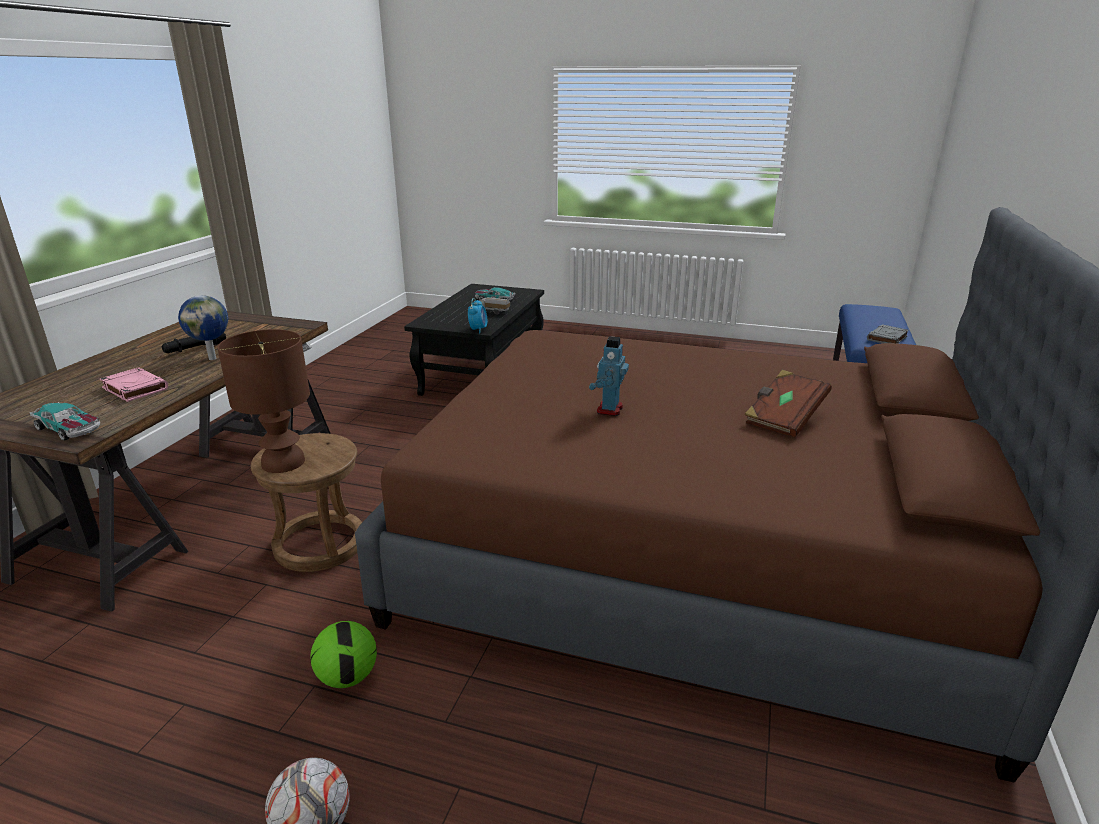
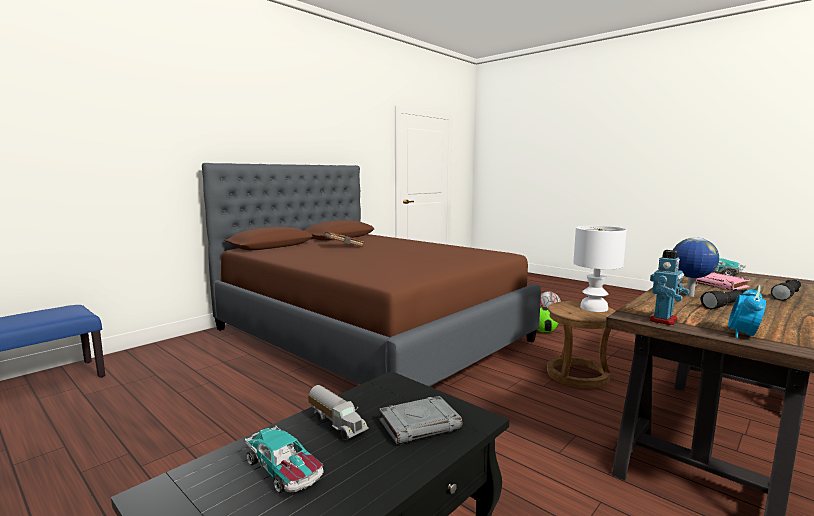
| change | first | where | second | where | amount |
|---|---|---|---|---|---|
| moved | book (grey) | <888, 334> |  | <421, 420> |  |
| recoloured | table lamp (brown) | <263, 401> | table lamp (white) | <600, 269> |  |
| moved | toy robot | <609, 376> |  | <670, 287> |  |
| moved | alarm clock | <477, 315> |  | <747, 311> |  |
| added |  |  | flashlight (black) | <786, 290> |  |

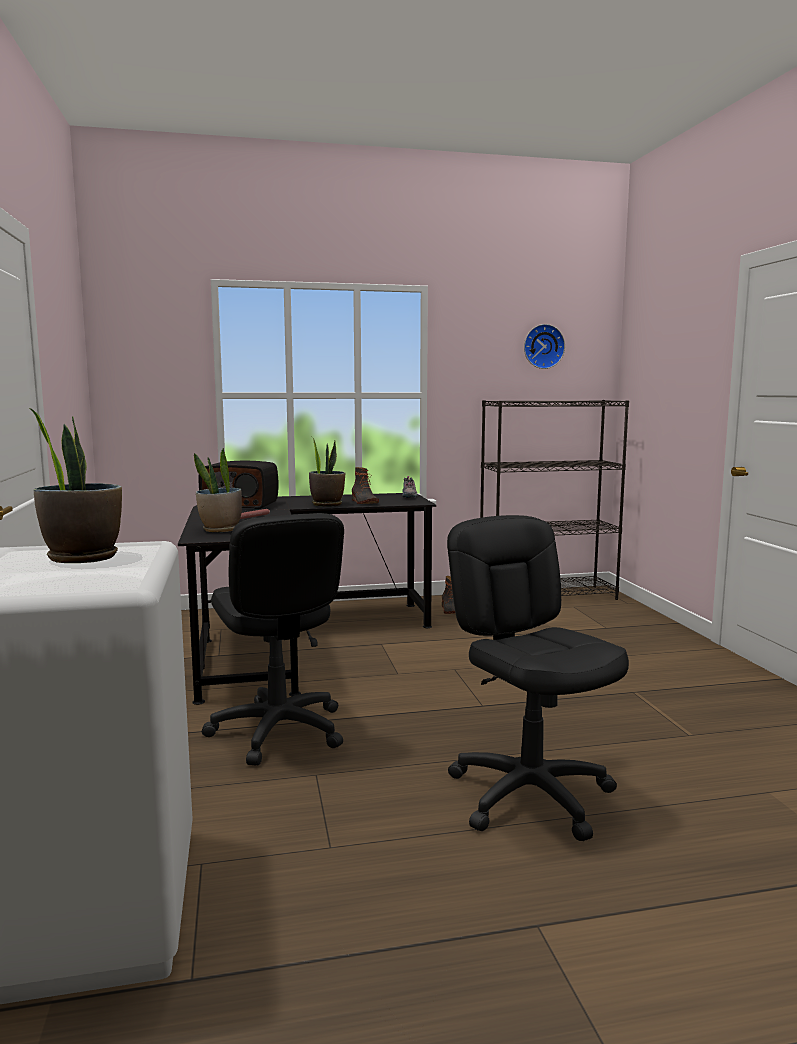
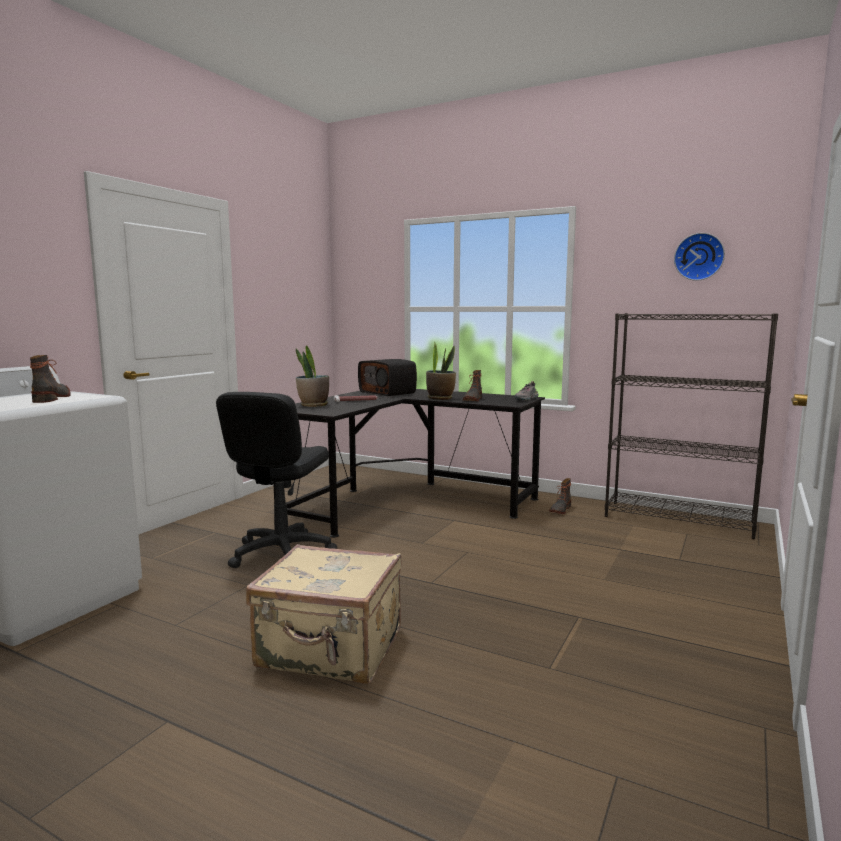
| change | first | where | second | where | amount |
|---|---|---|---|---|---|
| replaced | potted plant | <76, 485> | boot | <50, 379> |  |
| replaced | office chair (black) | <538, 678> | suitcase (beige) | <324, 614> |  |

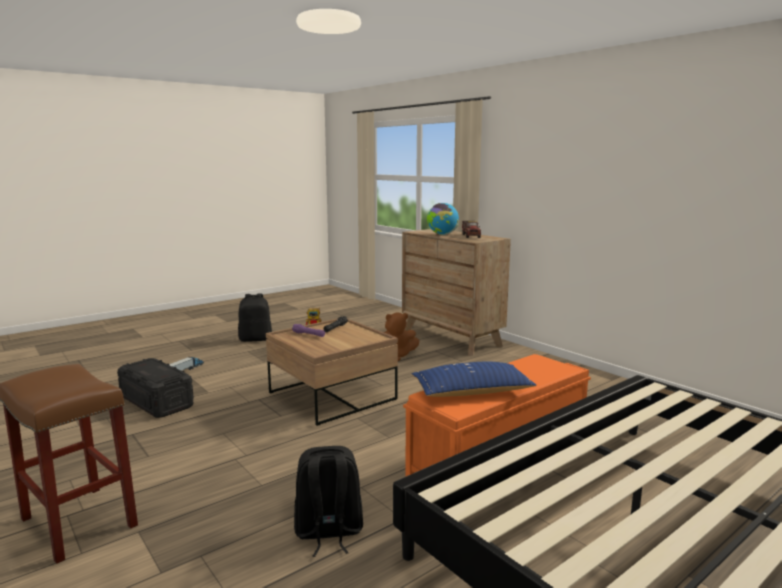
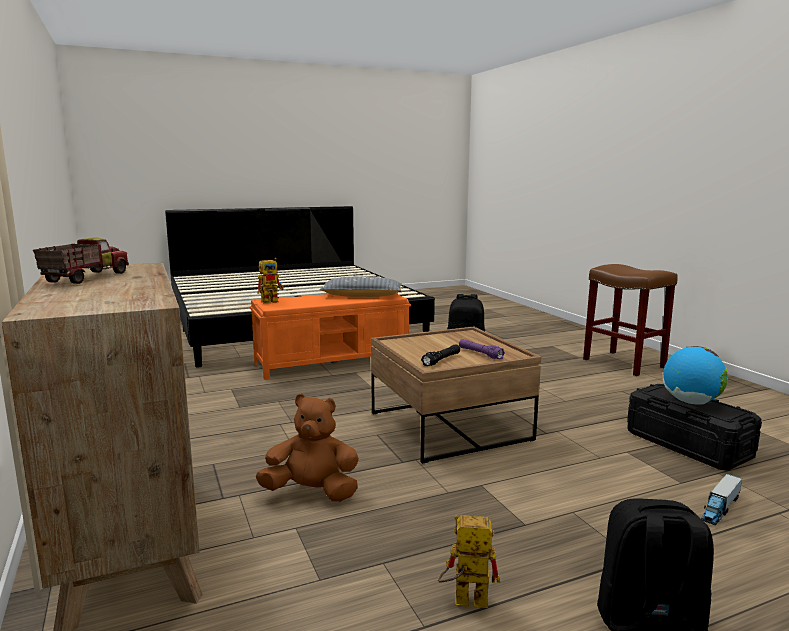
| change | first | where | second | where | amount |
|---|---|---|---|---|---|
| added |  |  | toy robot | <270, 281> |  |
| recoloured | pillow (blue) | <474, 379> | pillow (grey) | <361, 286> |  |
| moved | globe | <443, 219> |  | <695, 375> |  |

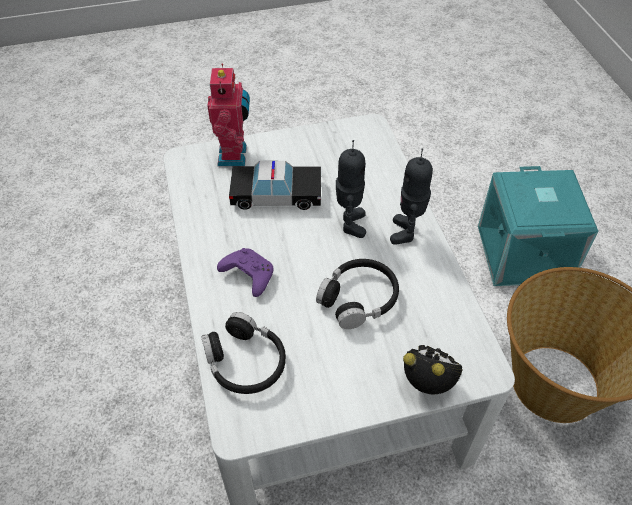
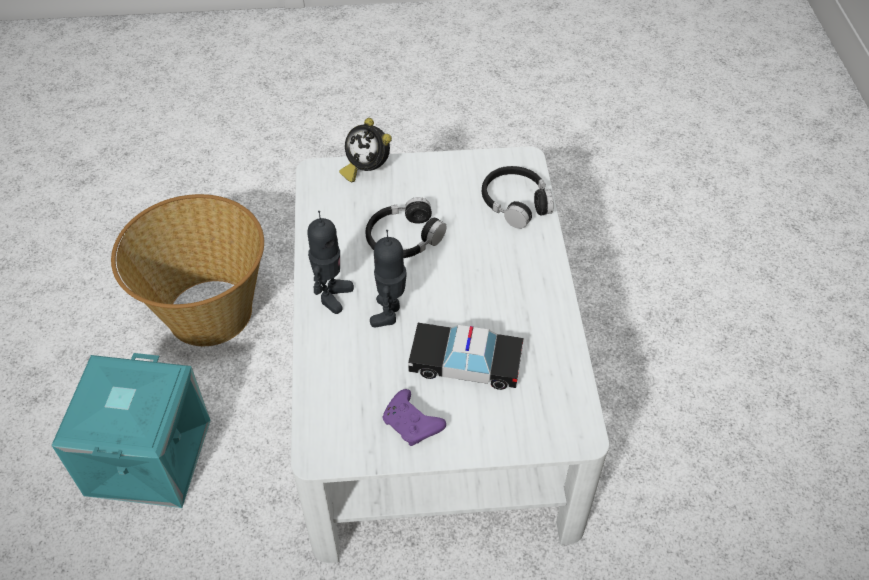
| change | first | where | second | where | amount |
|---|---|---|---|---|---|
| moved | game controller (purple) | <245, 272> |  | <414, 417> |  |
| removed | toy robot | <229, 114> |  |  |  |

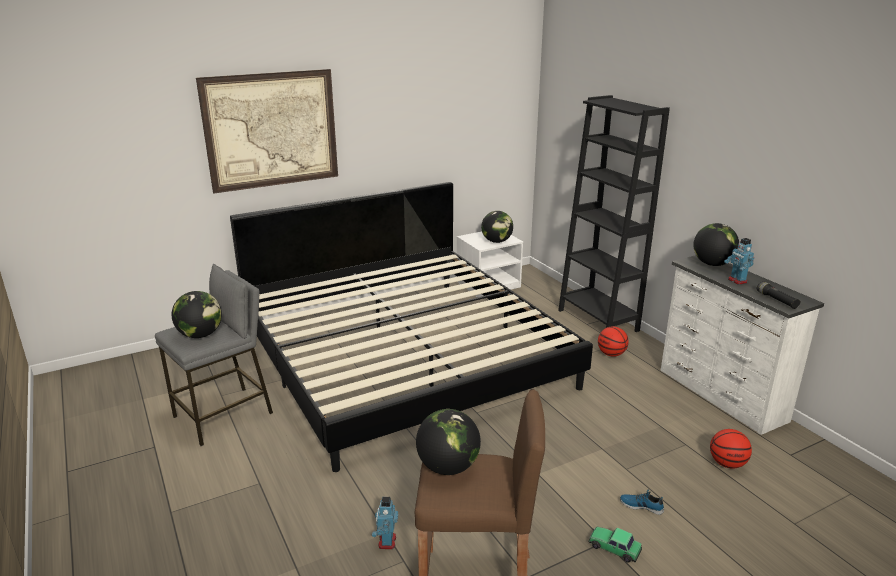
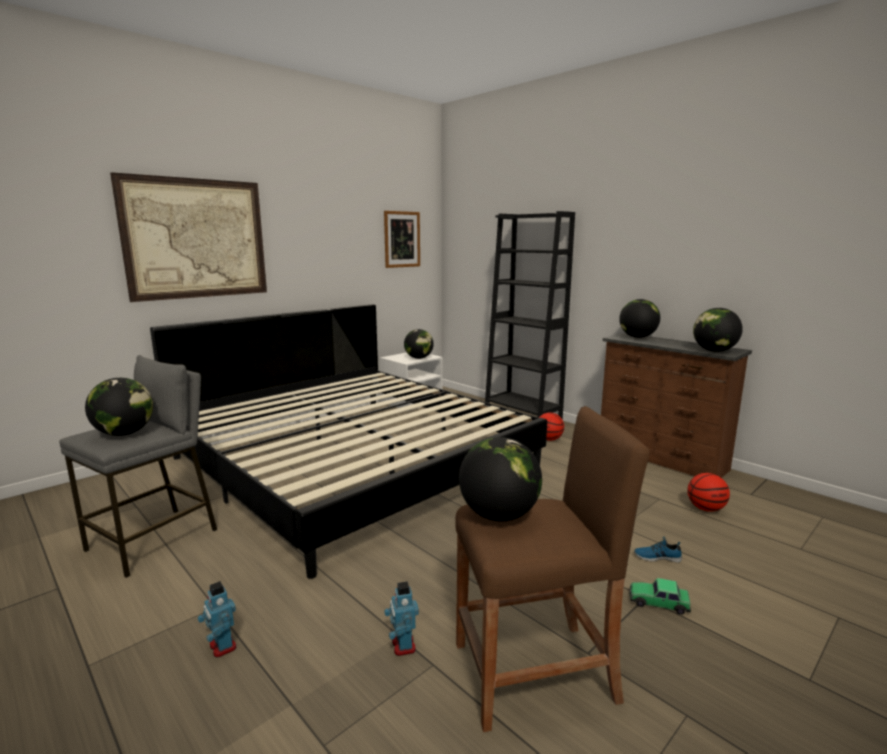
| change | first | where | second | where | amount |
|---|---|---|---|---|---|
| moved | toy robot | <739, 261> |  | <217, 619> |  |
| added |  |  | picture | <402, 239> |  |
| recoloured | dresser (white) | <742, 345> | dresser (brown) | <676, 405> |  |
| replaced | flashlight (black) | <779, 295> | globe | <718, 330> |  |

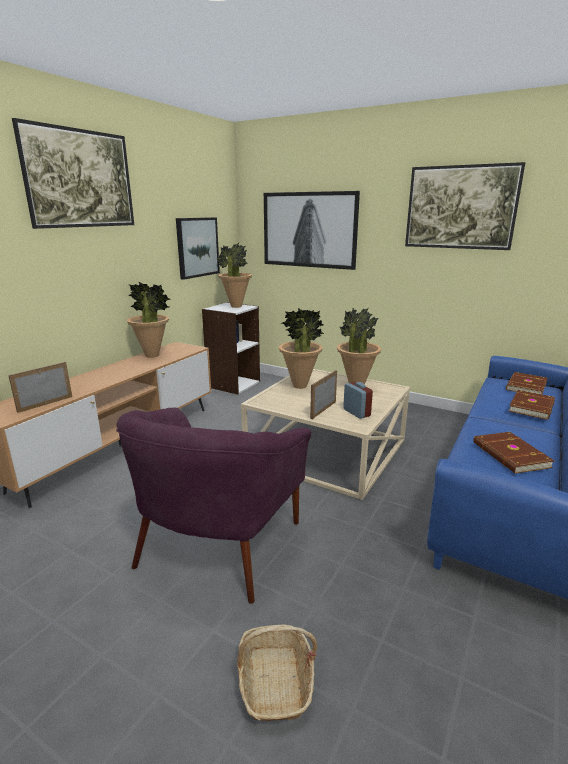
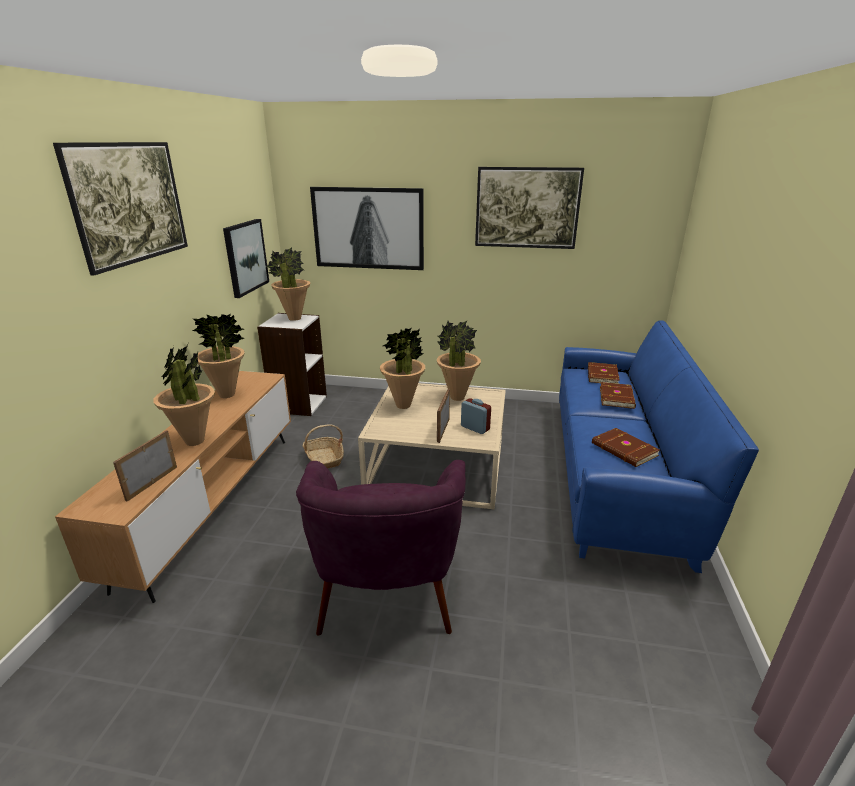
| change | first | where | second | where | amount |
|---|---|---|---|---|---|
| added |  |  | potted plant | <184, 395> |  |
| moved | basket | <277, 673> |  | <323, 446> |  |

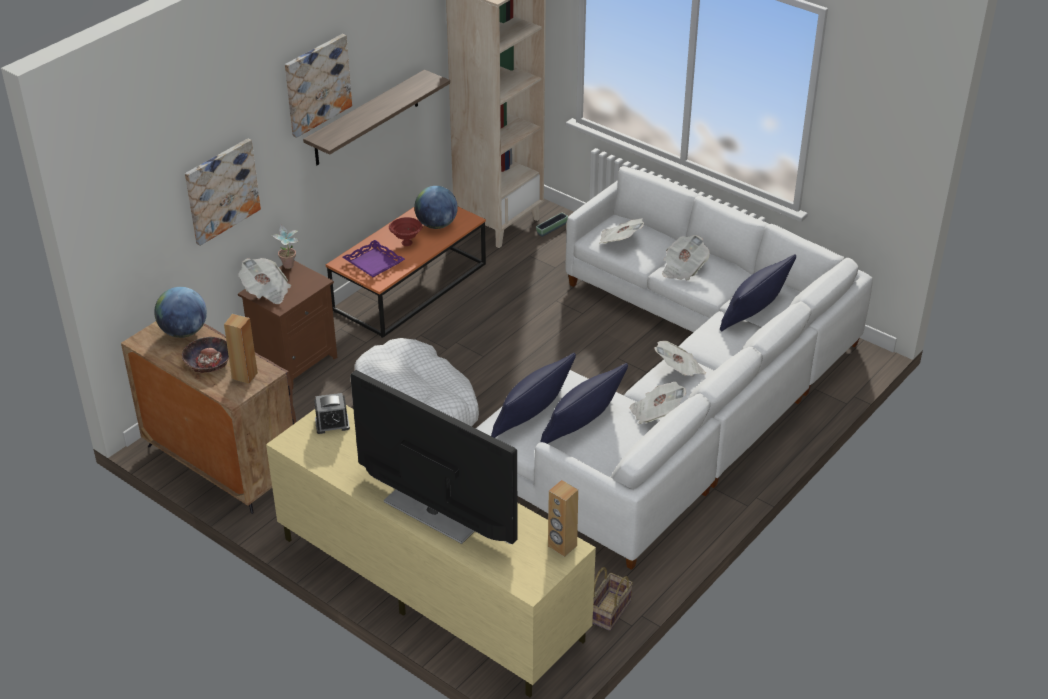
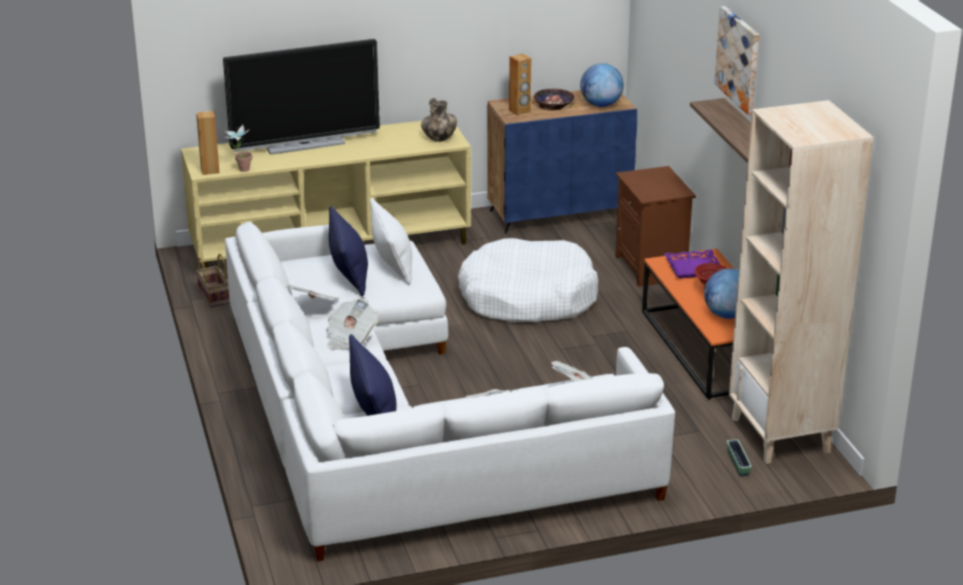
| change | first | where | second | where | amount |
|---|---|---|---|---|---|
| moved | potted plant | <285, 246> |  | <238, 148> |  |
| recoloured | pillow (blue) | <533, 395> | pillow (white) | <391, 241> |  |
| replaced | alarm clock | <332, 413> | vase | <439, 120> |  |
| recoloured | cabinet (brown) | <208, 417> | cabinet (blue) | <562, 162> |  |
| removed | picture | <223, 192> |  |  |  |
| removed | newspaper | <265, 281> |  |  |  |

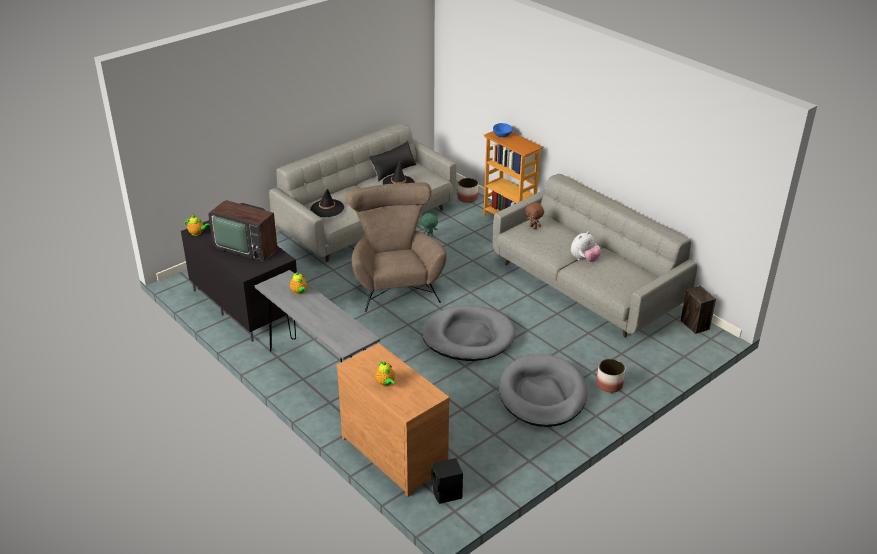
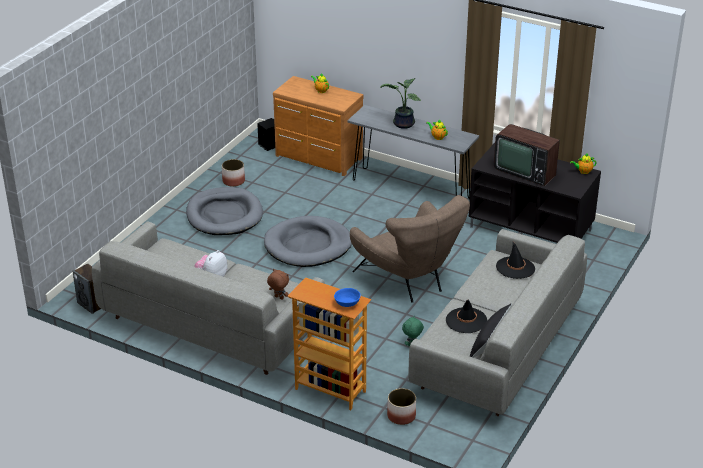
| change | first | where | second | where | amount |
|---|---|---|---|---|---|
| moved | planter | <610, 376> |  | <233, 173> |  |
| added |  |  | potted plant | <401, 103> |  |
| turned | television | <243, 231> |  | <527, 155> | 150 degrees counterclockwise |

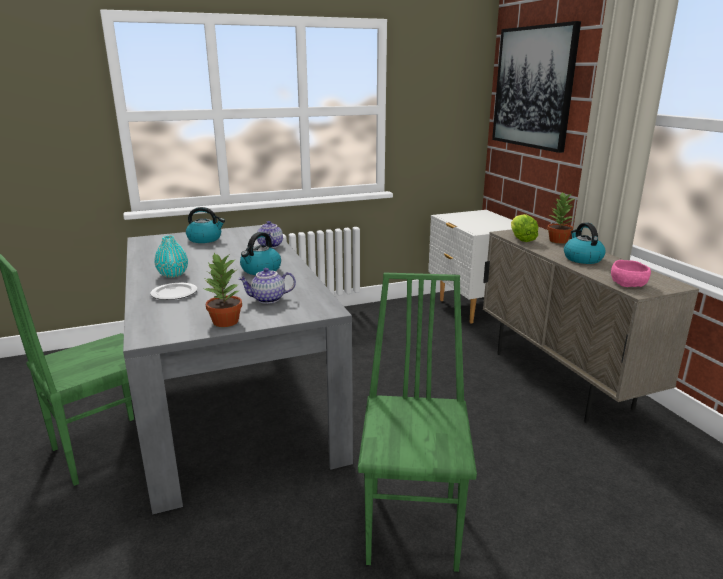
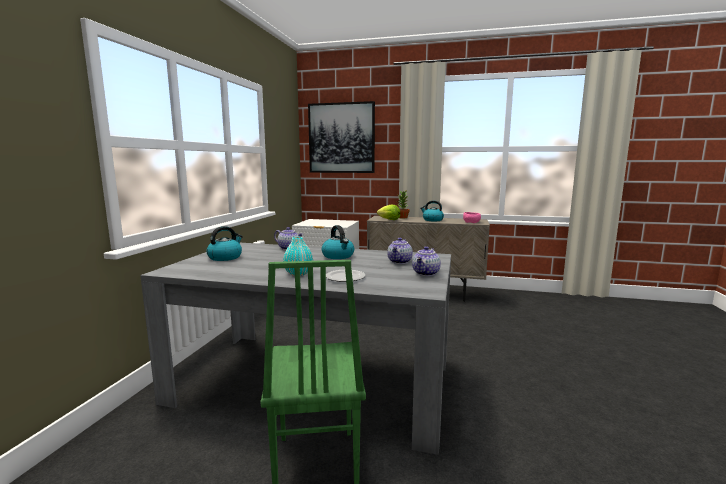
| change | first | where | second | where | amount |
|---|---|---|---|---|---|
| replaced | potted plant | <222, 290> | teapot | <426, 261> |  |
| removed | chair (green) | <417, 422> |  |  |  |

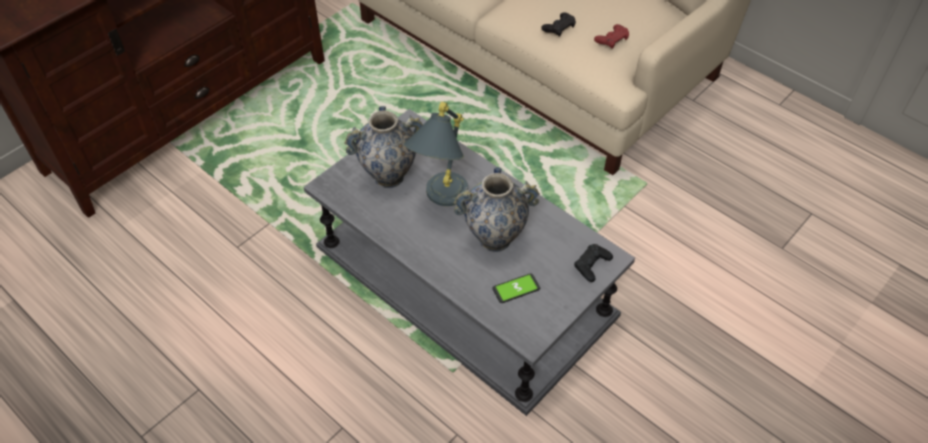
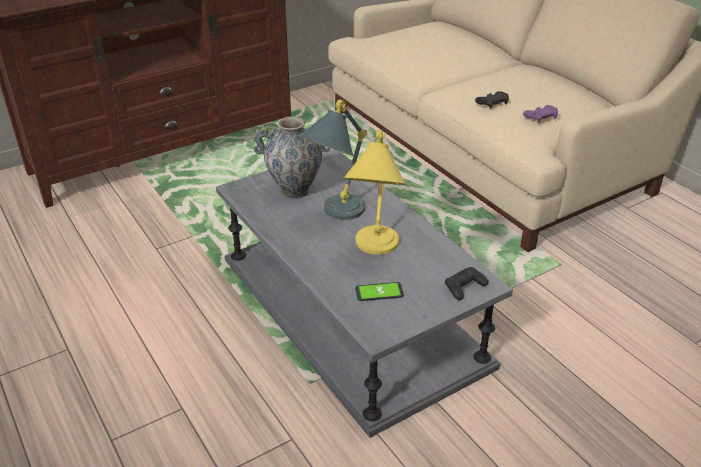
| change | first | where | second | where | amount |
|---|---|---|---|---|---|
| replaced | vase | <496, 209> | table lamp (yellow) | <374, 192> |  |
| recoloured | game controller (red) | <611, 36> | game controller (purple) | <540, 114> |  |

